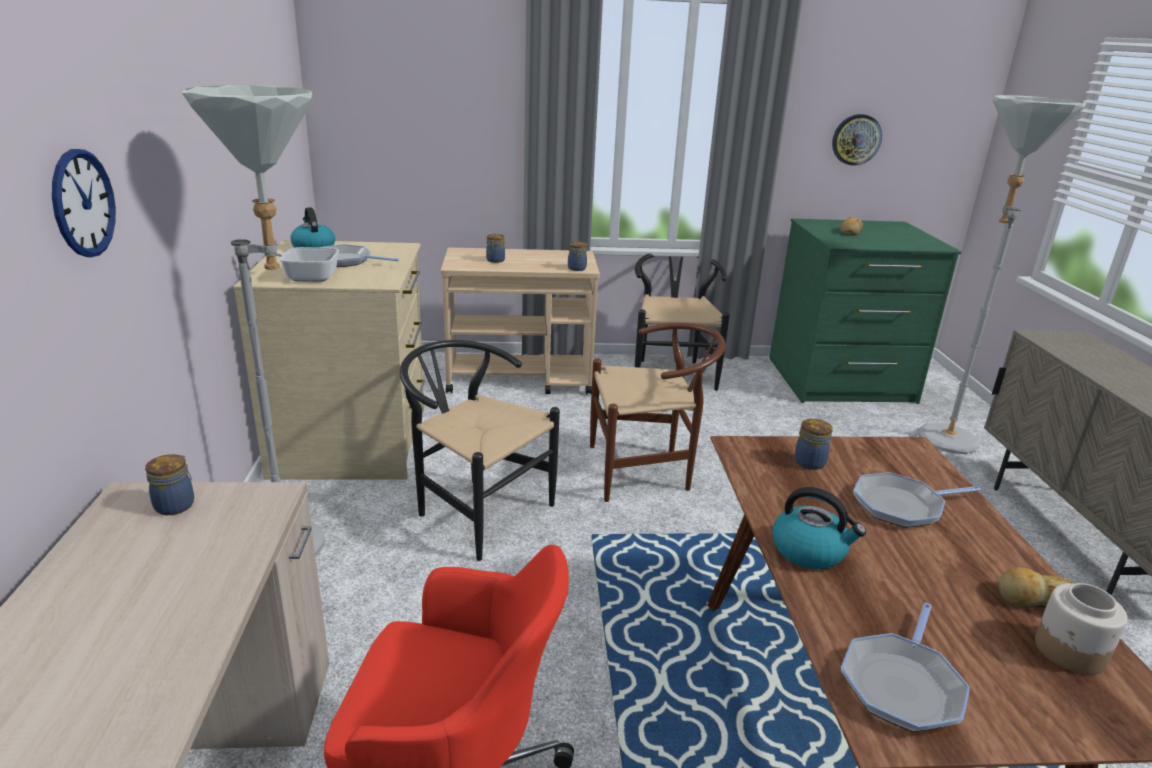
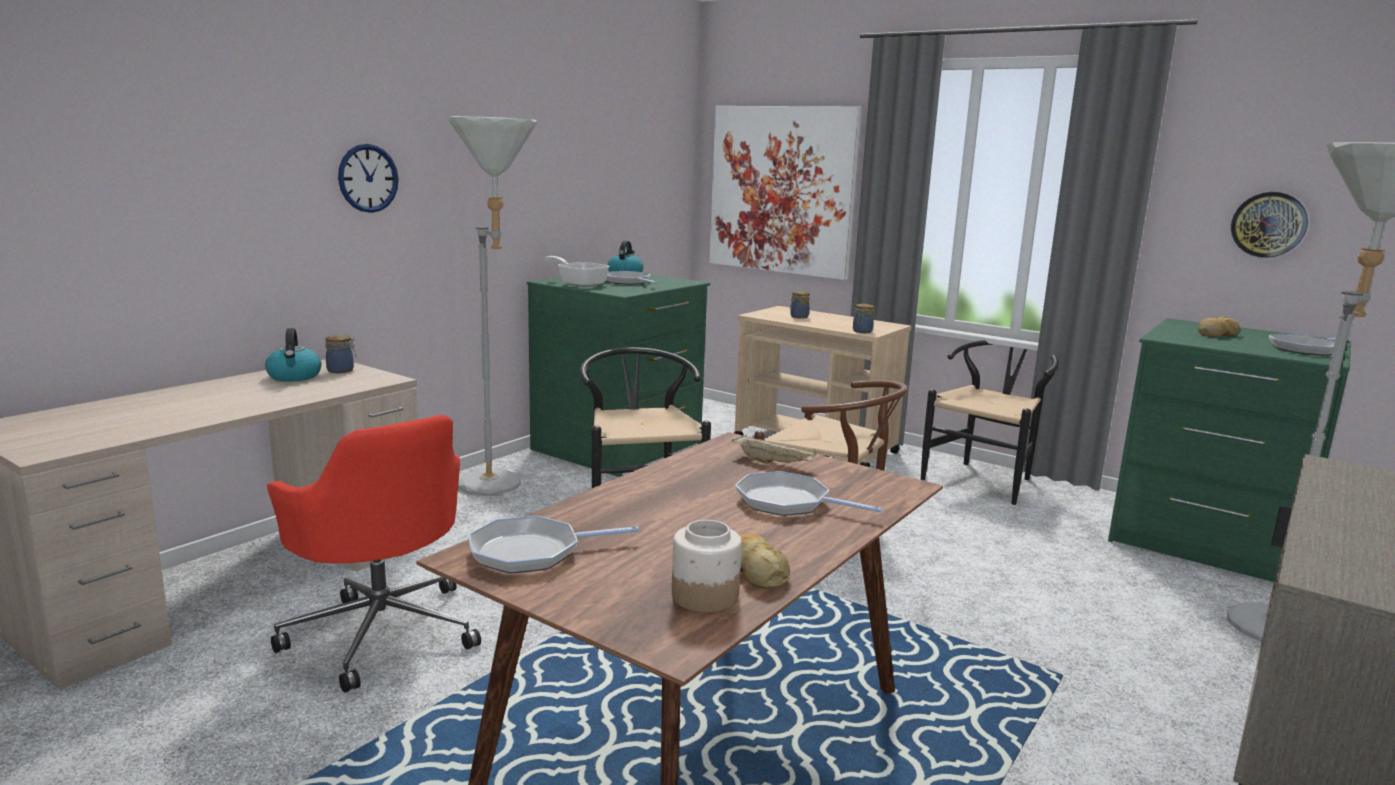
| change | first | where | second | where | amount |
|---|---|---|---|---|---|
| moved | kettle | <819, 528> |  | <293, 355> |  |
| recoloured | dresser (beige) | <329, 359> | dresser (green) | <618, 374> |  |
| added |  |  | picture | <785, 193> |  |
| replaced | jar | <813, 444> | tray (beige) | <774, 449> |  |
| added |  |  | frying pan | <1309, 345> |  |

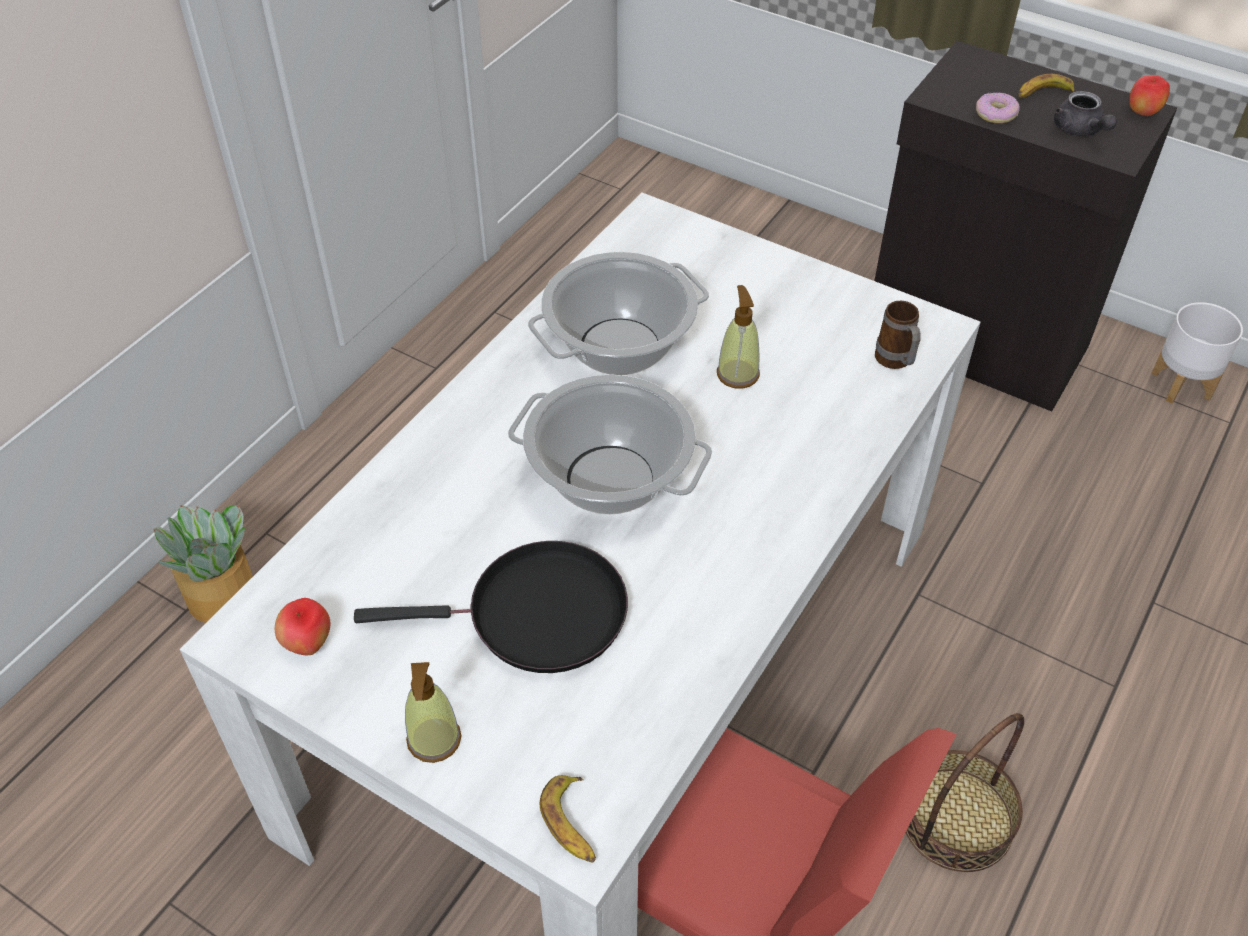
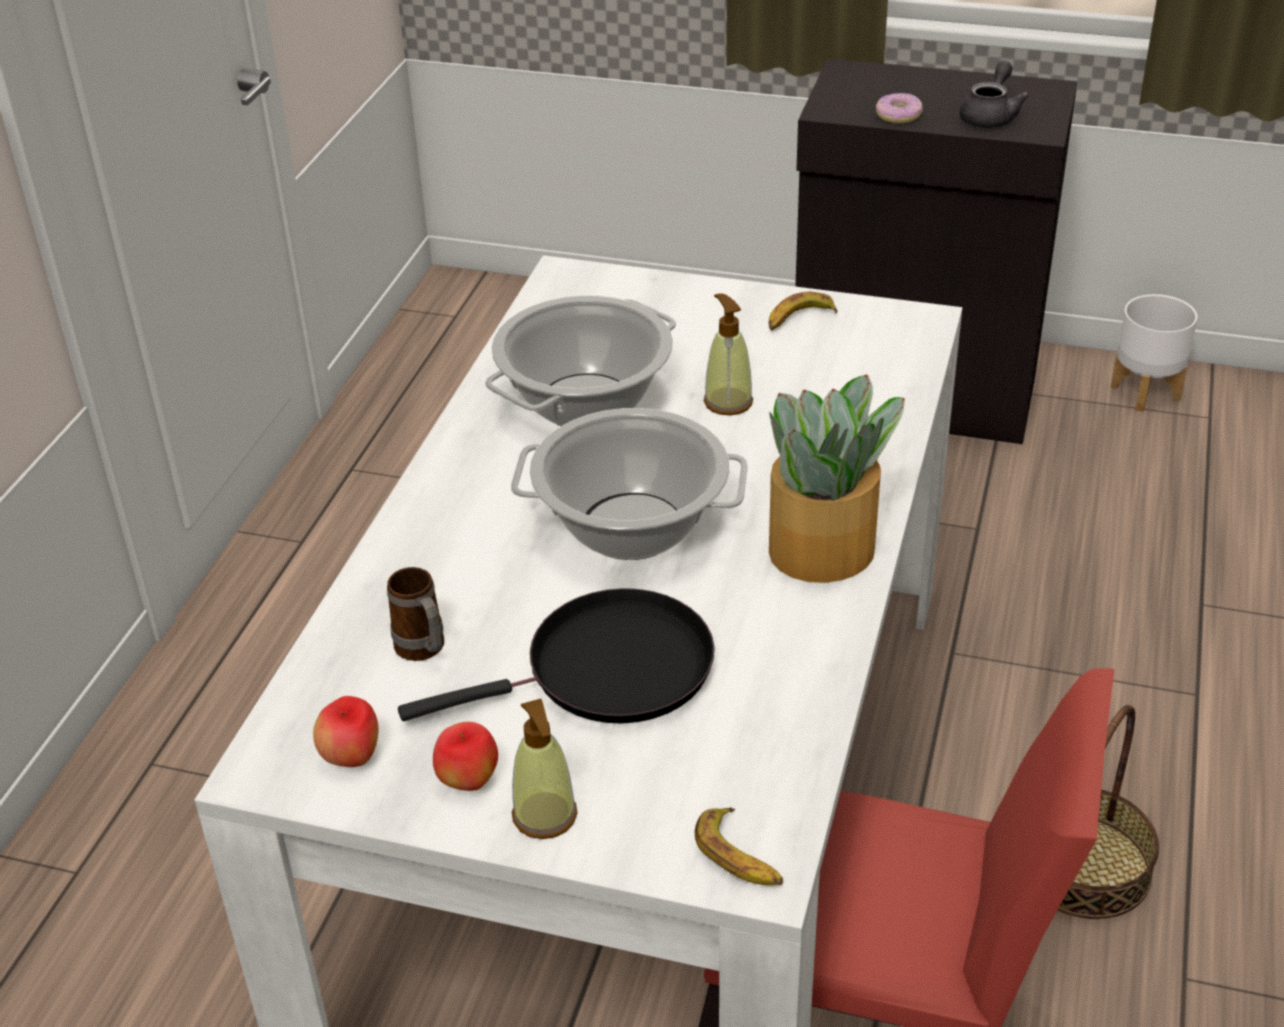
| change | first | where | second | where | amount |
|---|---|---|---|---|---|
| moved | mug | <898, 335> |  | <415, 614> |  |
| moved | apple | <1149, 95> |  | <465, 756> |  |
| moved | banana | <1047, 86> |  | <803, 311> |  |
| moved | potted plant | <203, 564> |  | <837, 478> |  |
| turned | teapot (grey) | <1085, 113> |  | <994, 94> | 120 degrees counterclockwise |

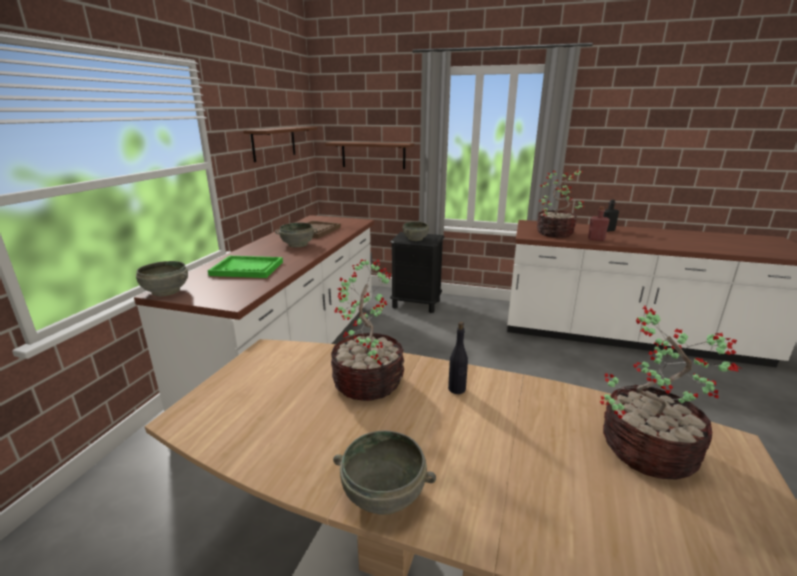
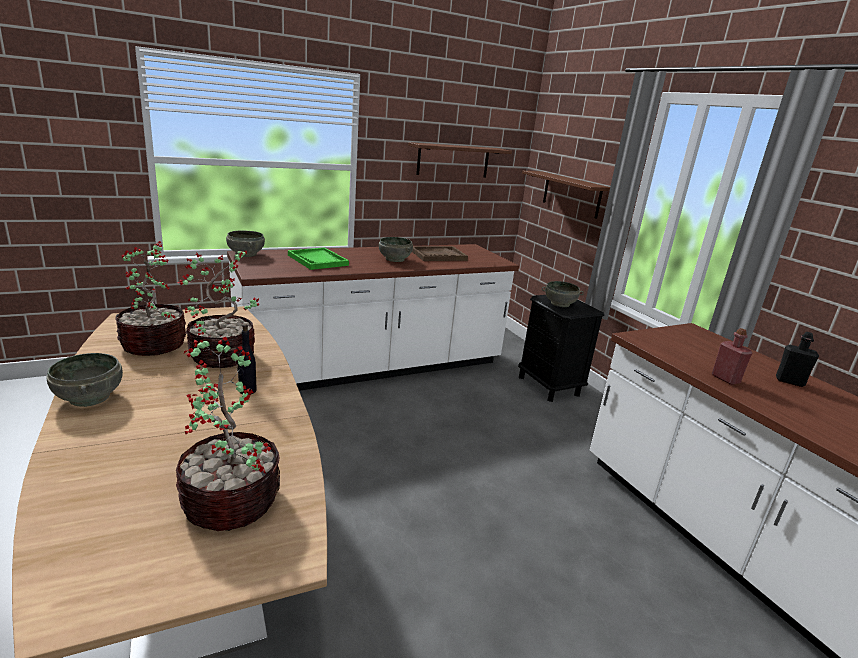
| change | first | where | second | where | amount |
|---|---|---|---|---|---|
| moved | potted plant | <560, 204> |  | <150, 298> |  |

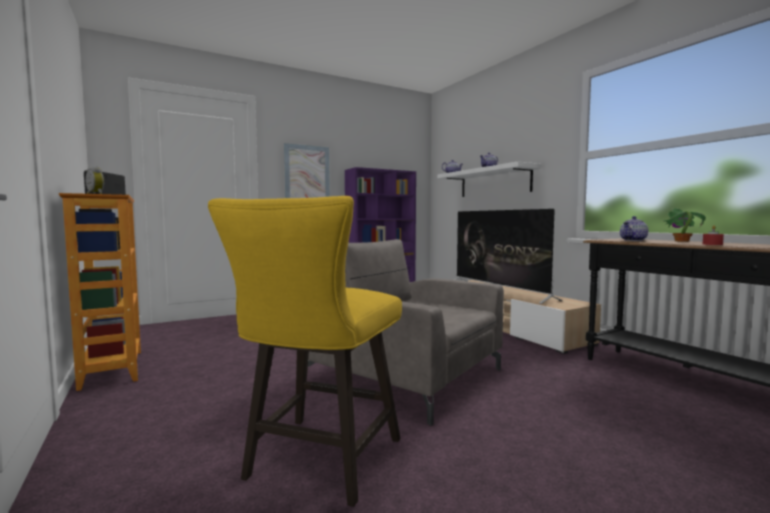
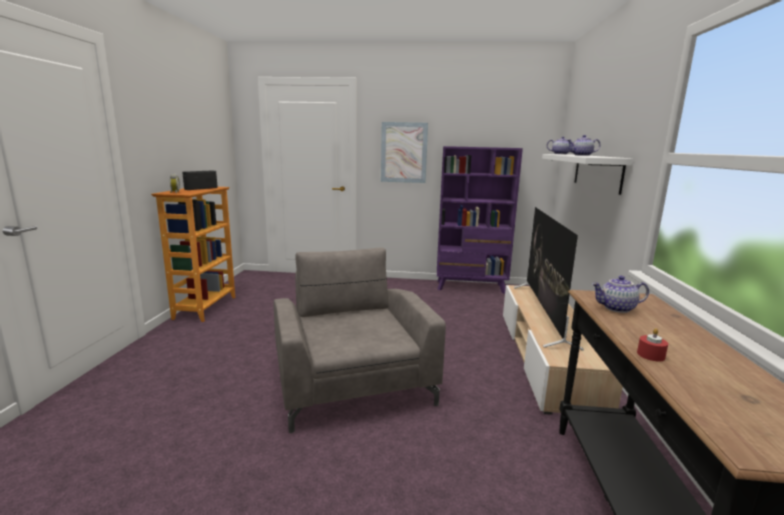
| change | first | where | second | where | amount |
|---|---|---|---|---|---|
| removed | stool (yellow) | <305, 351> |  |  |  |
| removed | potted plant | <685, 225> |  |  |  |

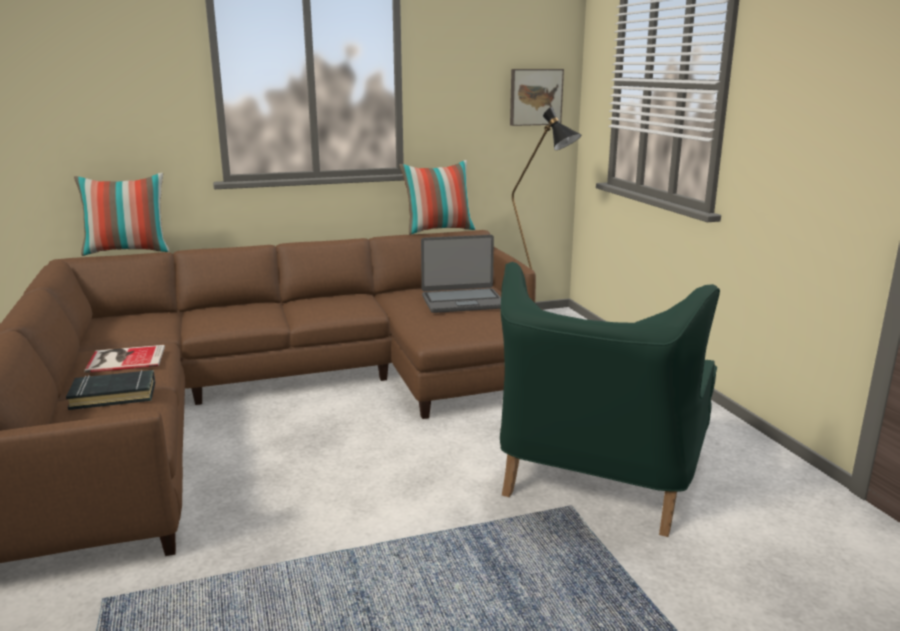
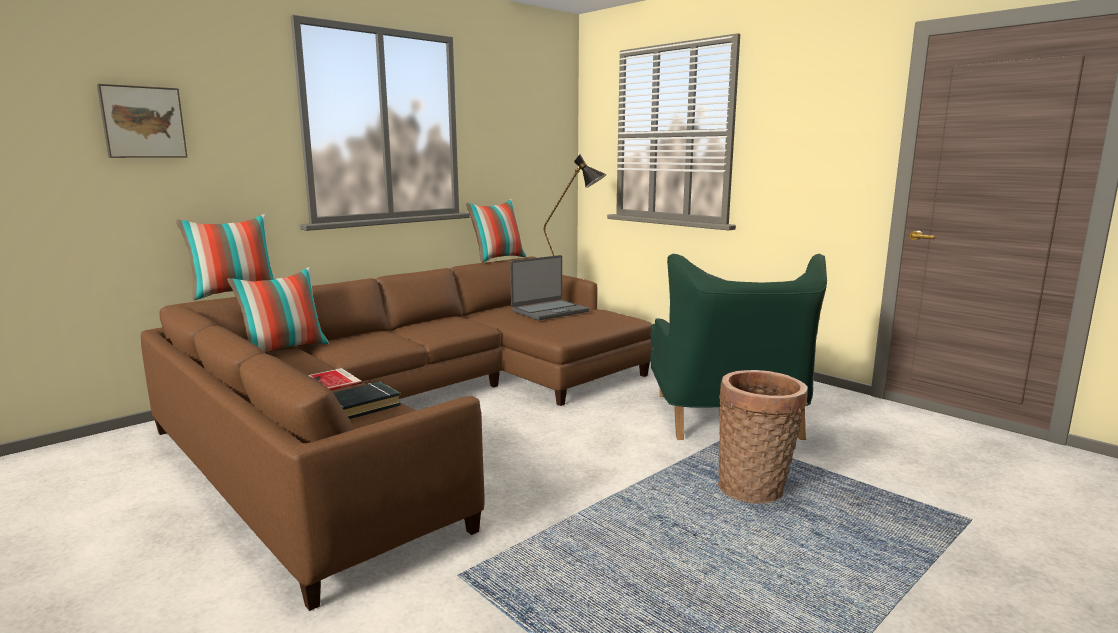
| change | first | where | second | where | amount |
|---|---|---|---|---|---|
| moved | picture | <537, 97> |  | <142, 121> |  |
| added |  |  | pillow | <278, 310> |  |
| added |  |  | basket | <763, 437> |  |

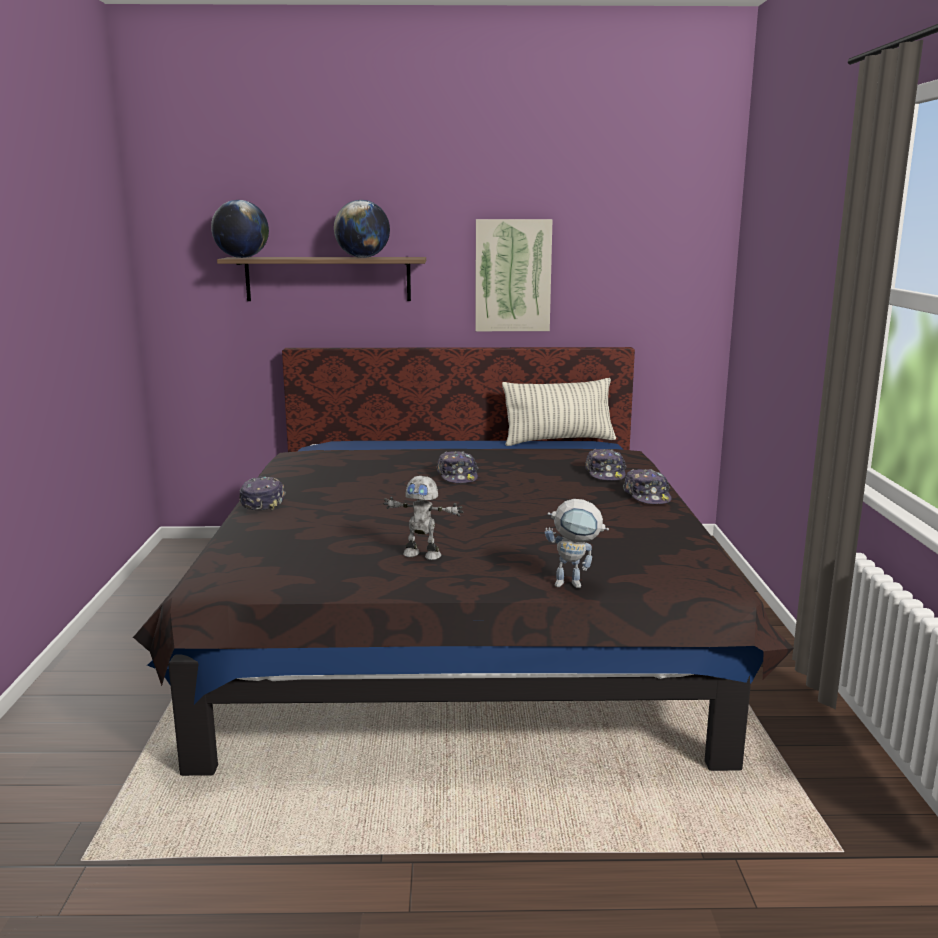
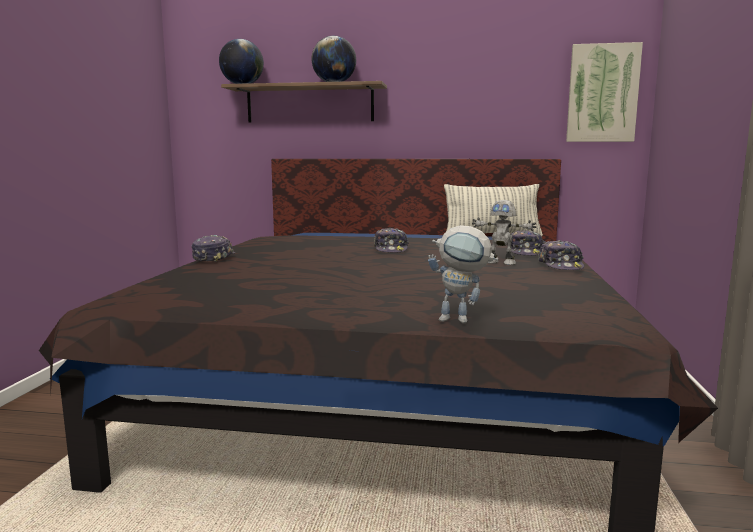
| change | first | where | second | where | amount |
|---|---|---|---|---|---|
| moved | toy robot | <423, 518> |  | <504, 232> |  |
| moved | picture | <514, 275> |  | <604, 92> |  |

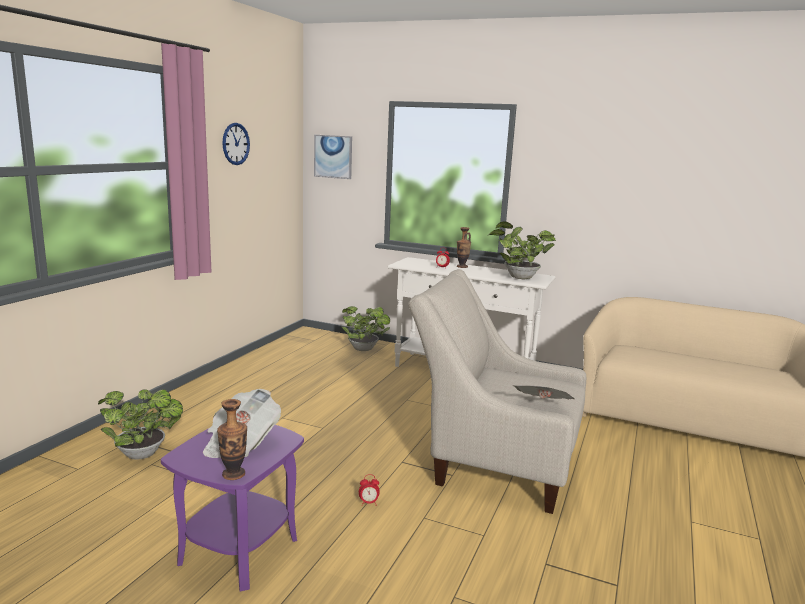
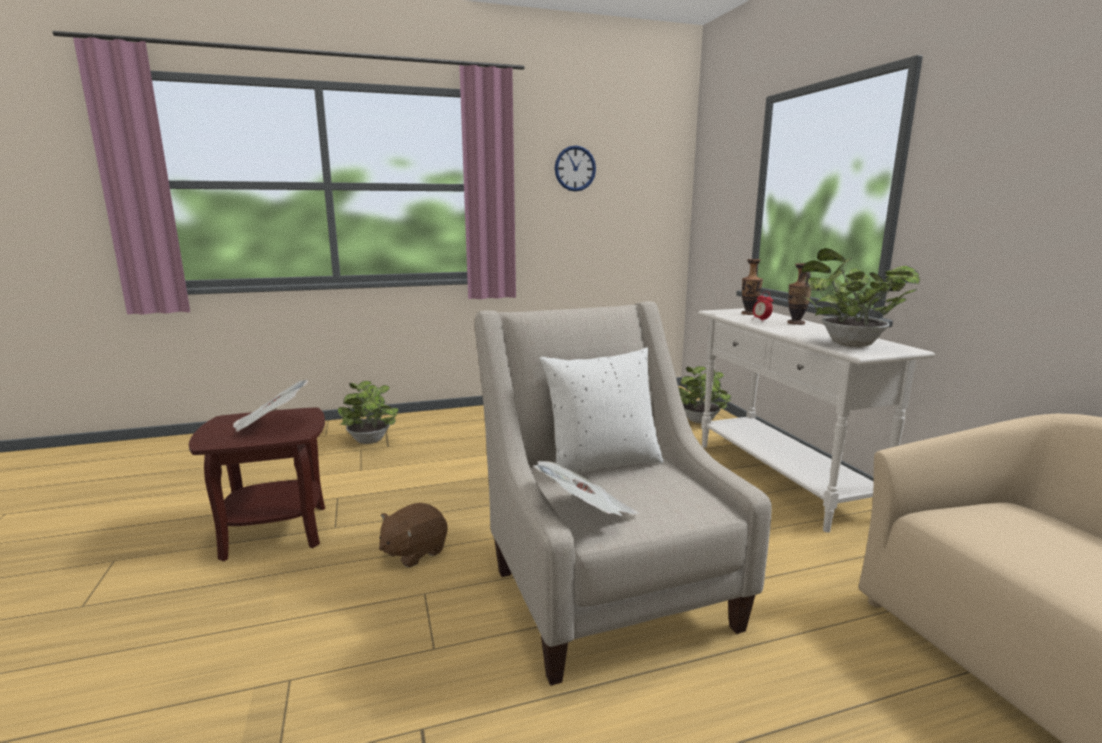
| change | first | where | second | where | amount |
|---|---|---|---|---|---|
| recoloured | side table (purple) | <232, 508> | side table (brown) | <257, 484> |  |
| replaced | alarm clock | <369, 490> | plush toy (brown) | <413, 535> |  |
| added |  |  | pillow (white) | <601, 414> |  |
| moved | vase | <232, 439> |  | <752, 287> |  |
| removed | picture | <333, 157> |  |  |  |

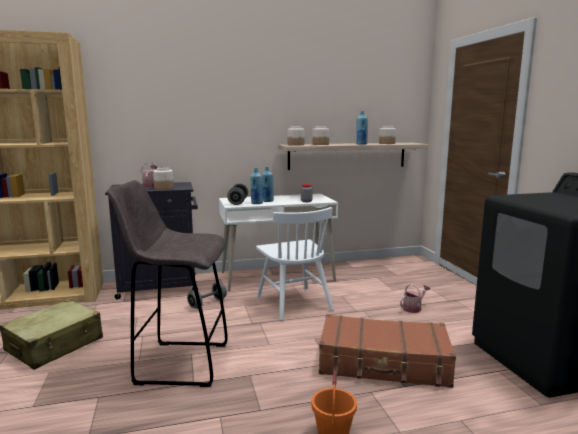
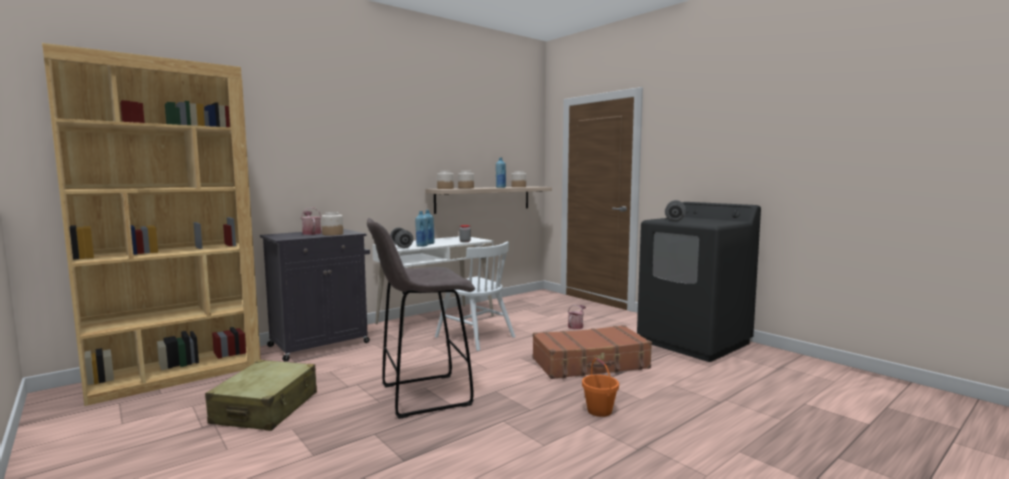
| change | first | where | second | where | amount |
|---|---|---|---|---|---|
| moved | dumbbell (grey) | <207, 296> |  | <675, 211> |  |

